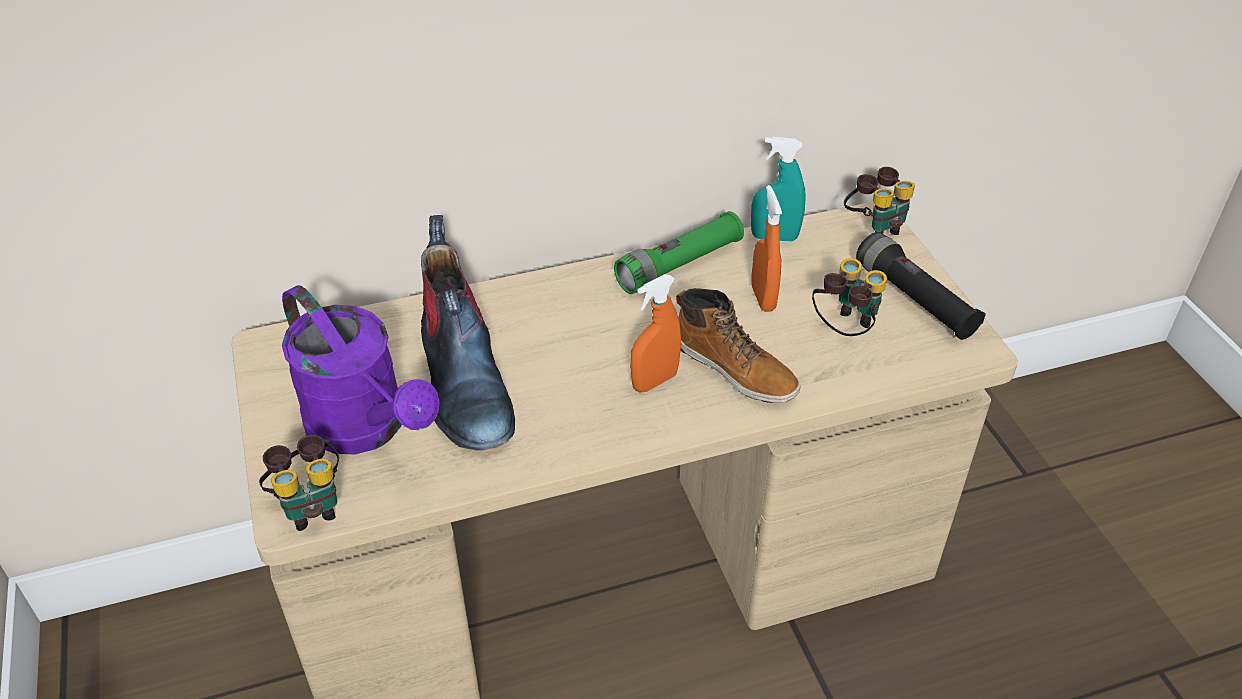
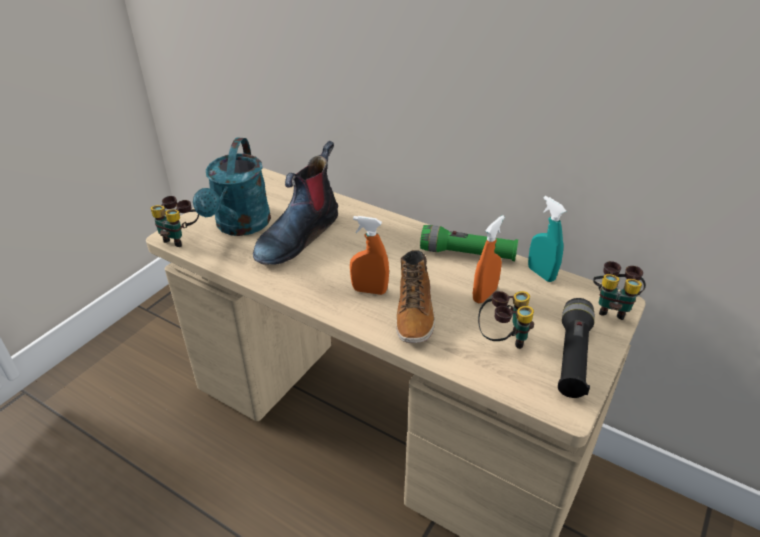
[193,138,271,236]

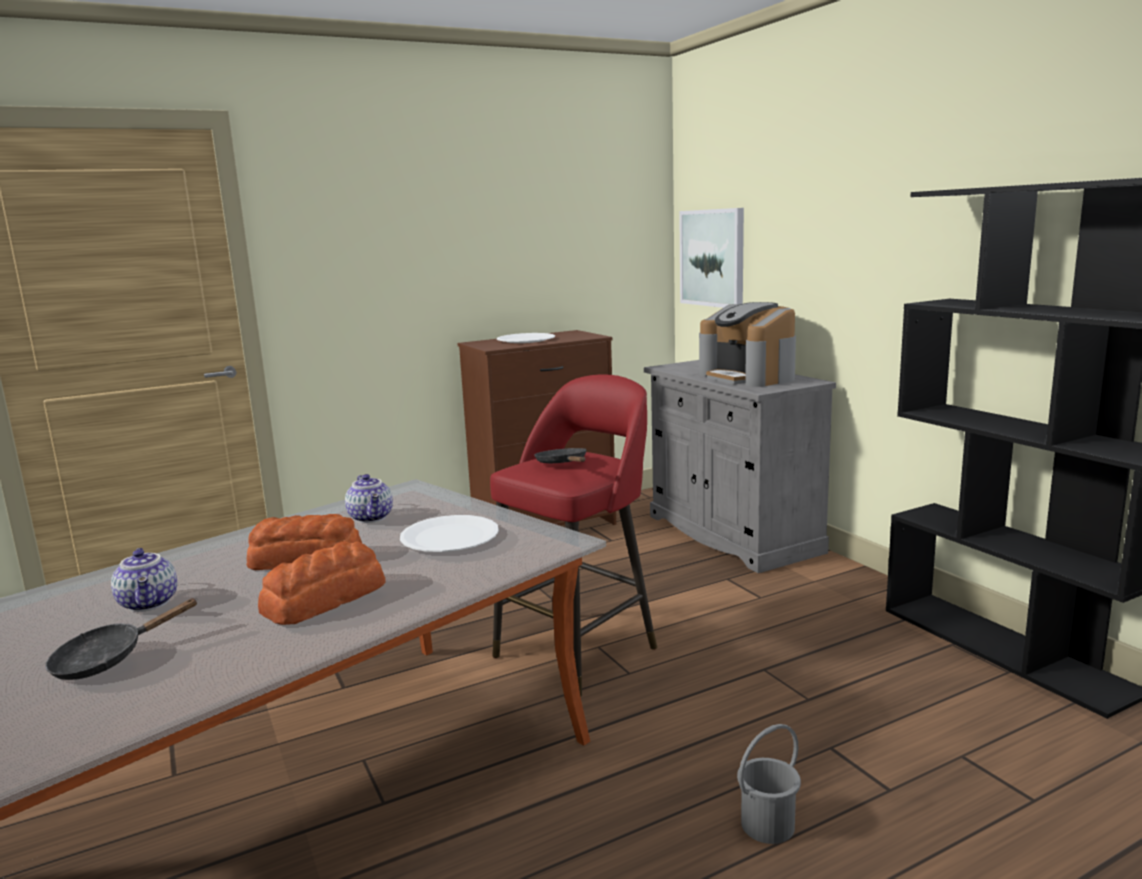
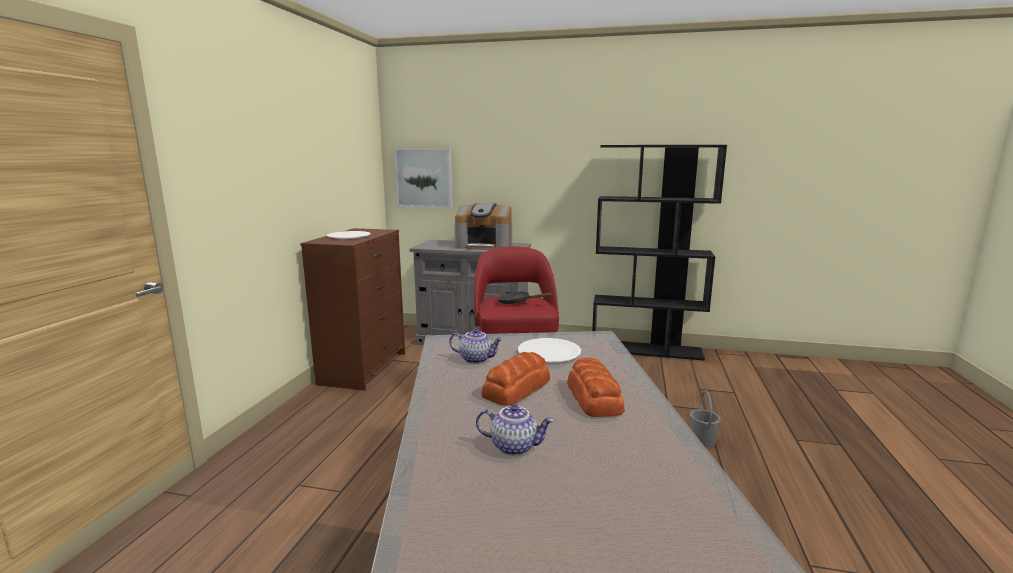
[45,598,198,680] (first image)

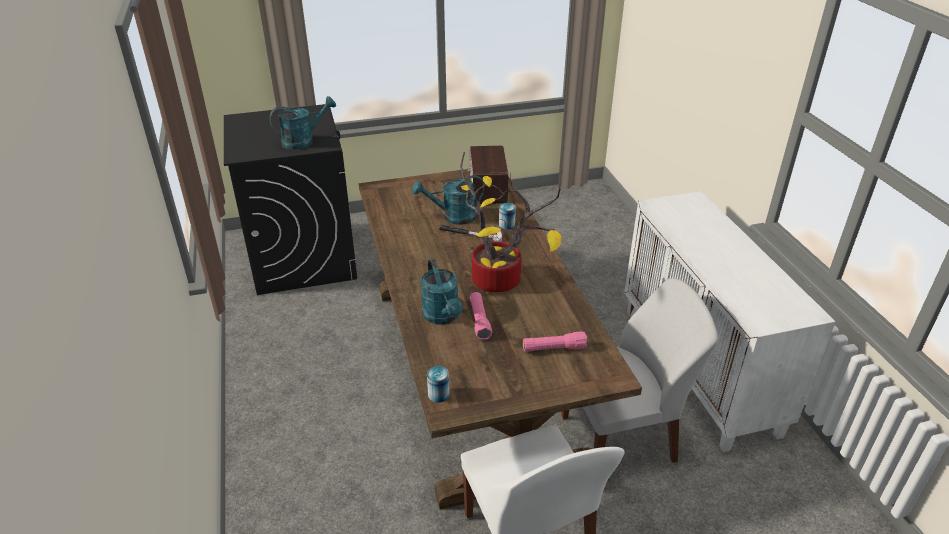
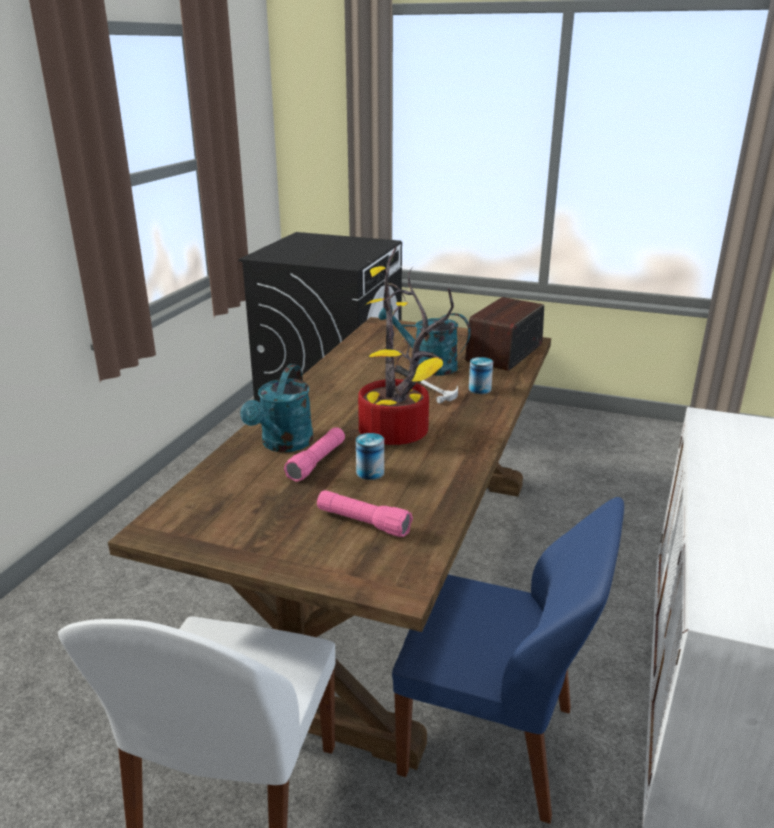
[270,96,336,150] (first image)
[356,433,384,480]
[392,497,624,824]

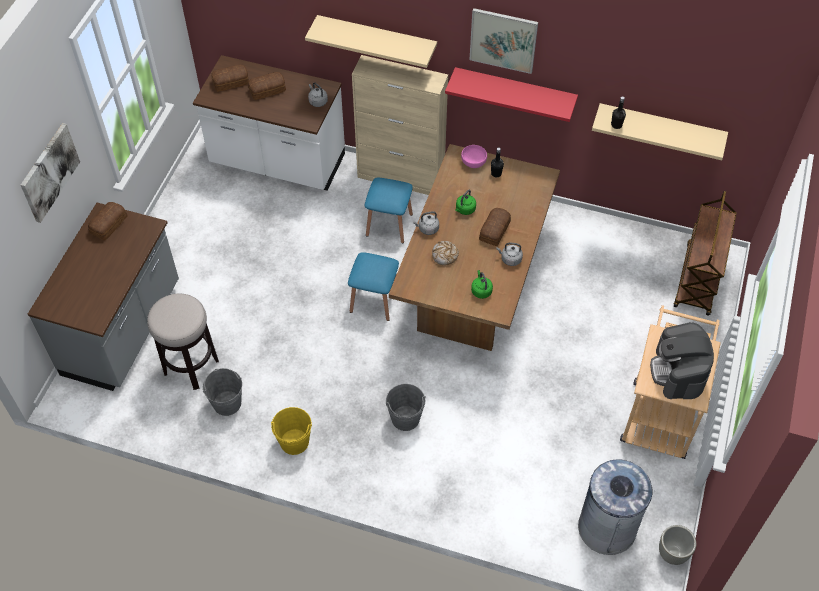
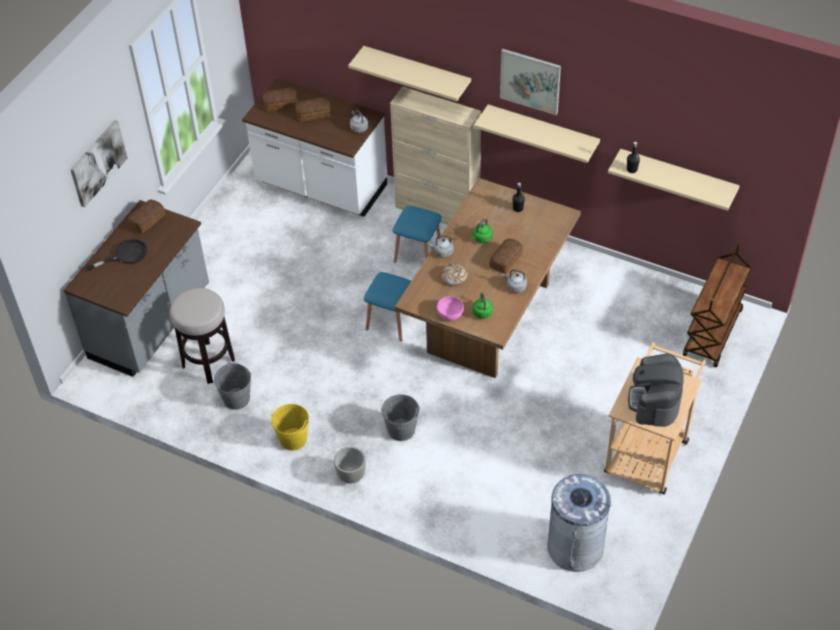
[86,239,147,271]
[437,296,464,321]
[334,447,366,484]
[474,104,600,163]

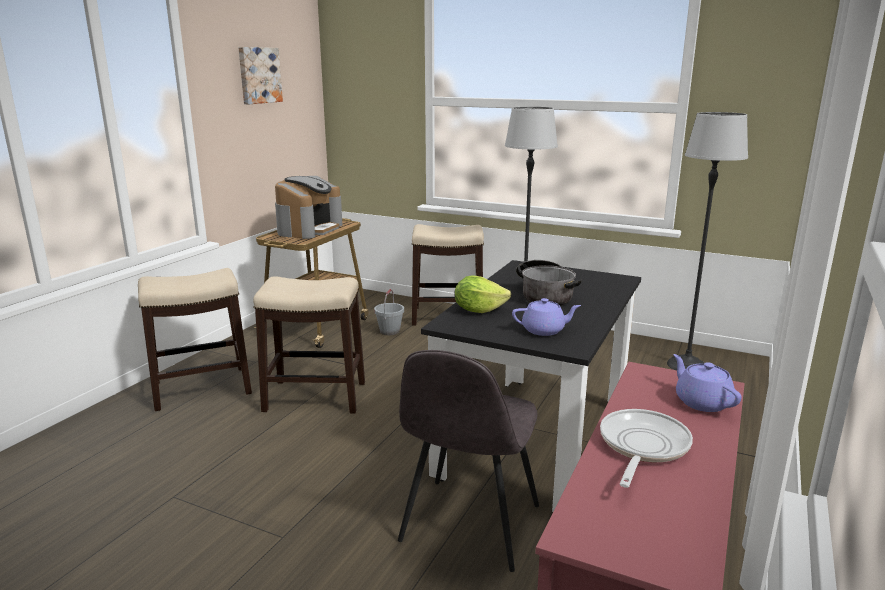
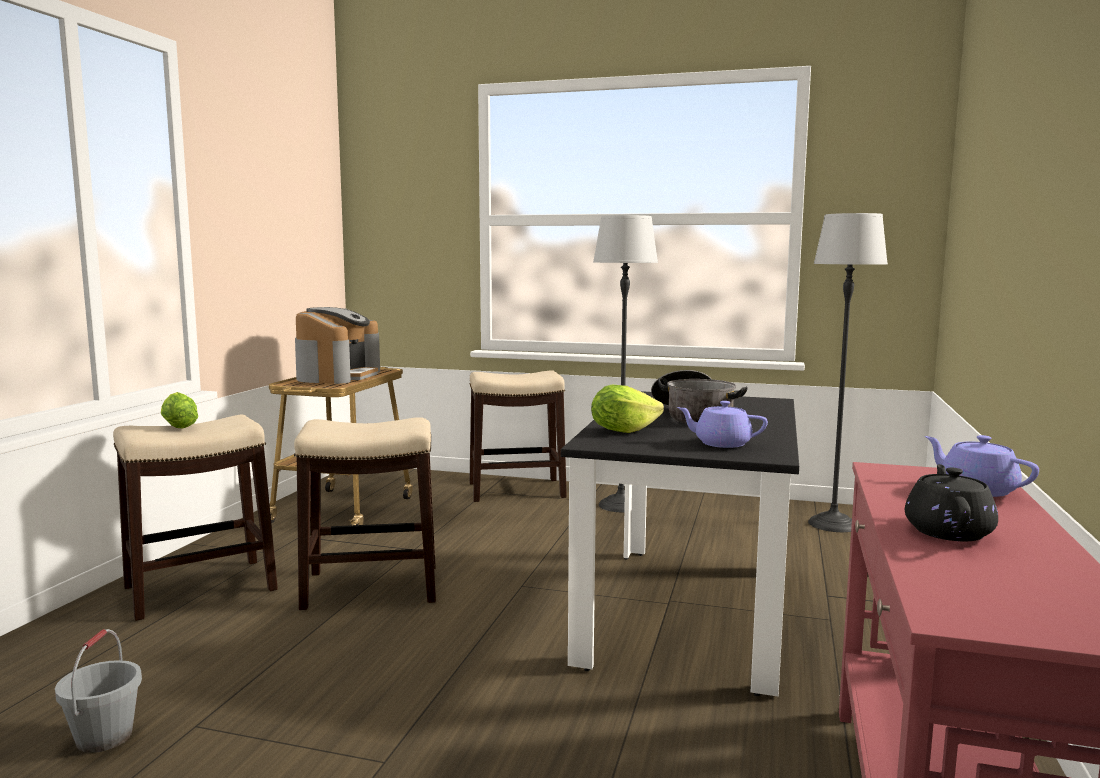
[238,47,283,104] (first image)
[398,350,539,572] (first image)
[161,392,198,429]
[55,629,142,753]
[905,464,998,541]
[677,401,768,448]

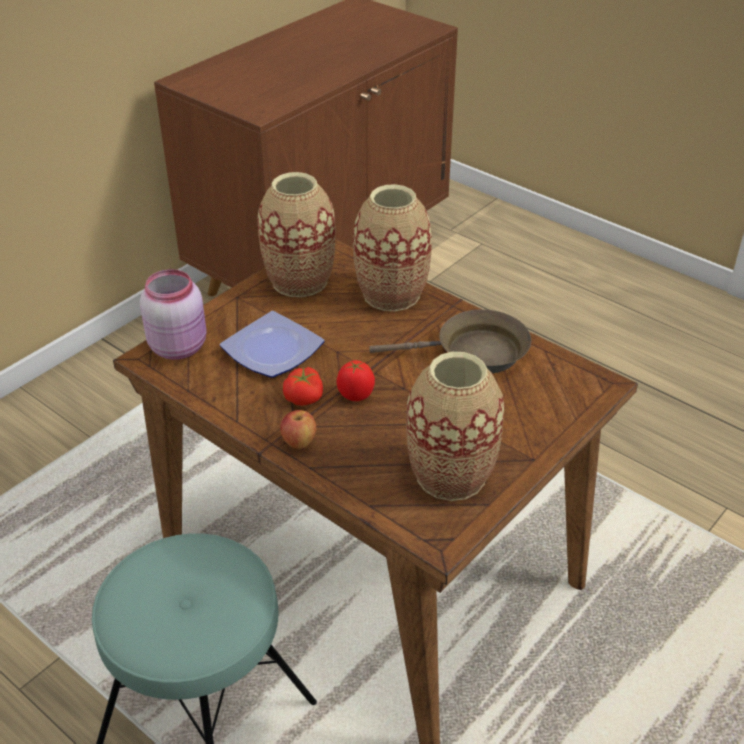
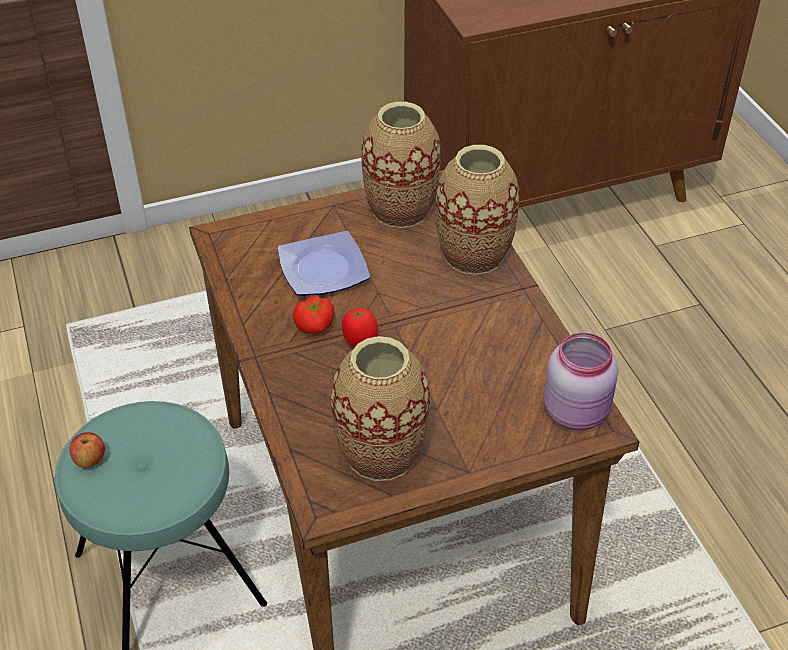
[369,309,531,373] (first image)
[544,333,618,430]
[69,432,105,468]

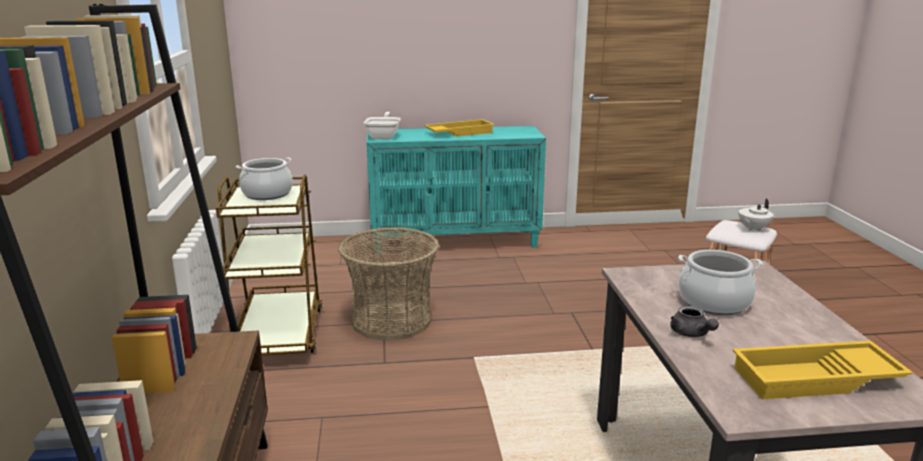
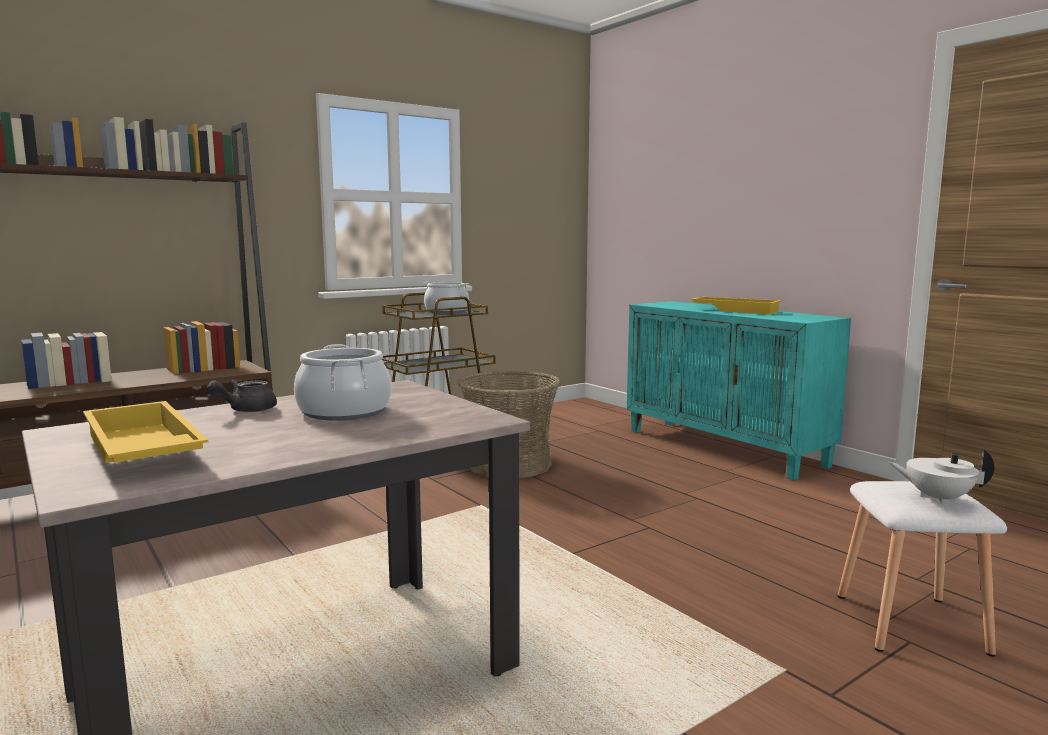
[363,112,401,139] (first image)

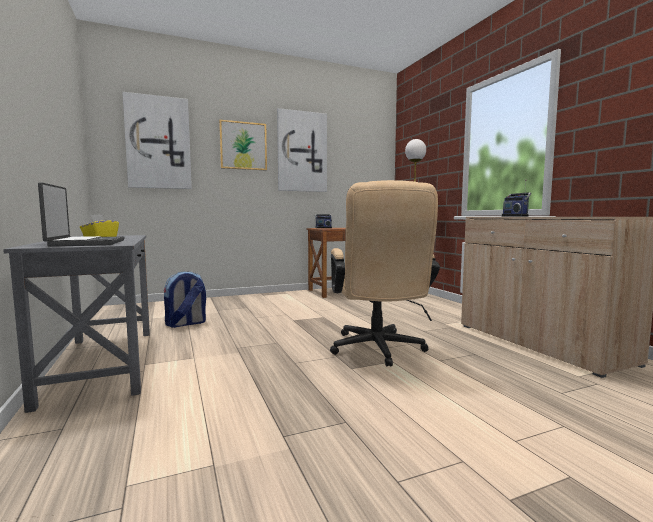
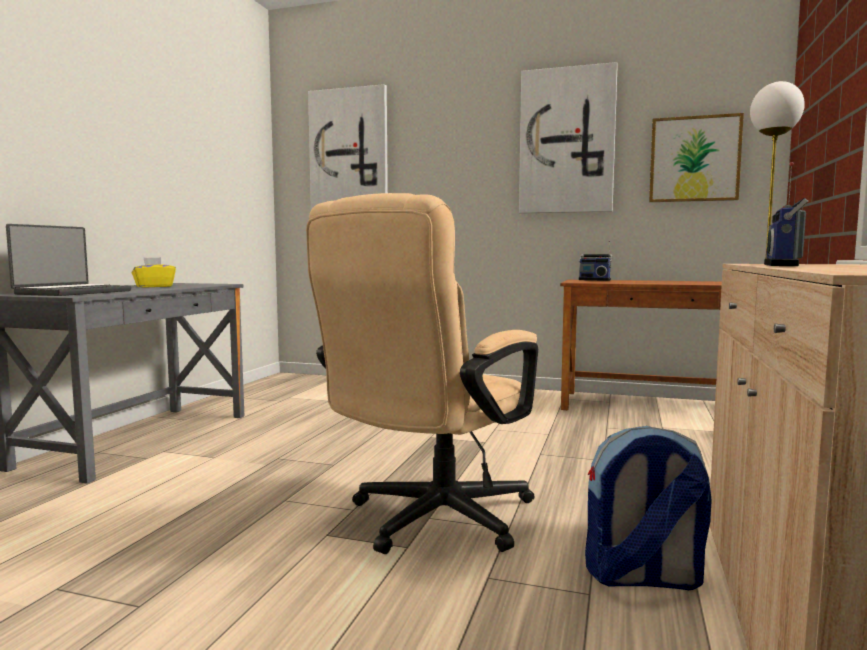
[585,426,712,590]
[649,113,744,202]

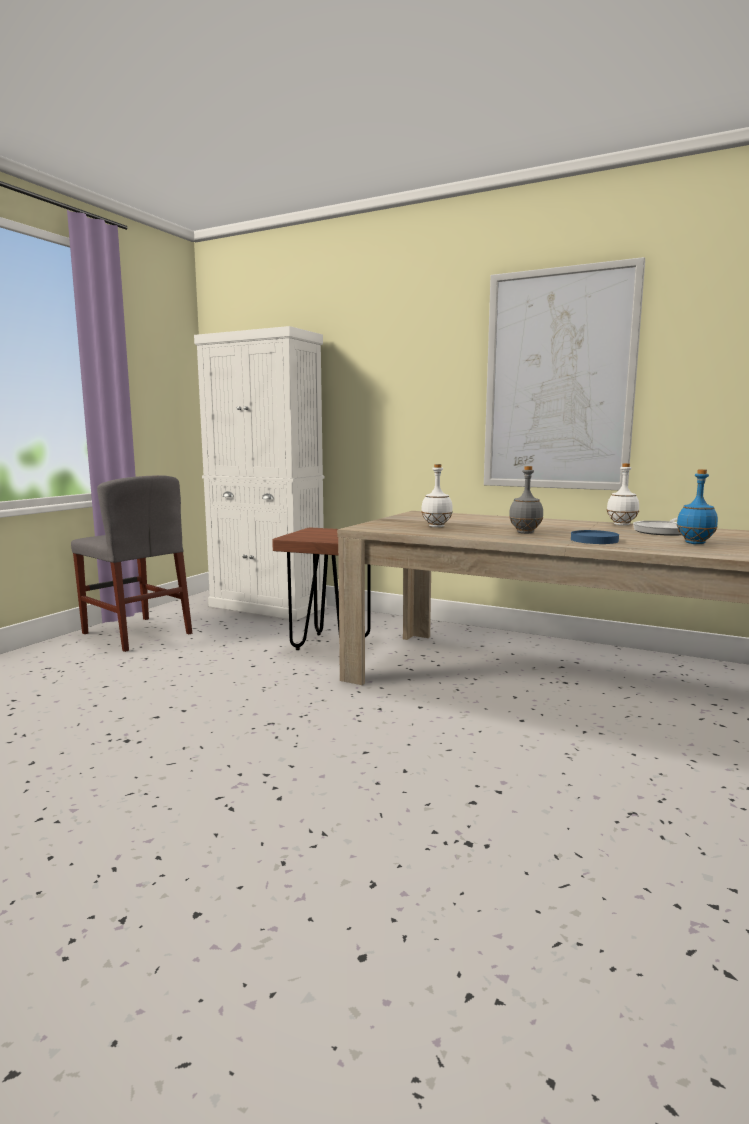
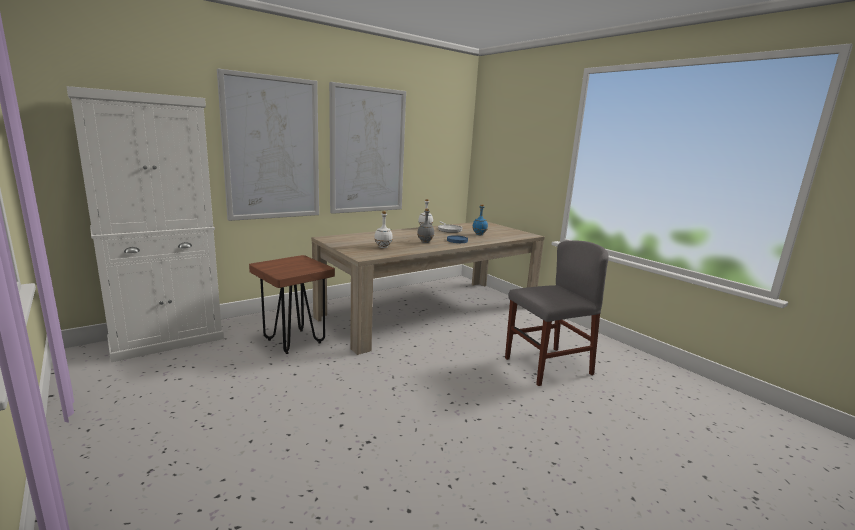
[217,69,319,221]
[505,240,609,386]

